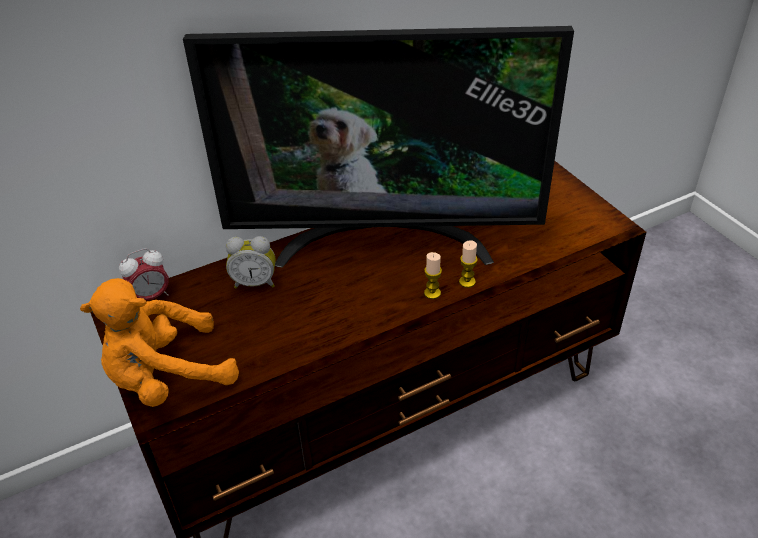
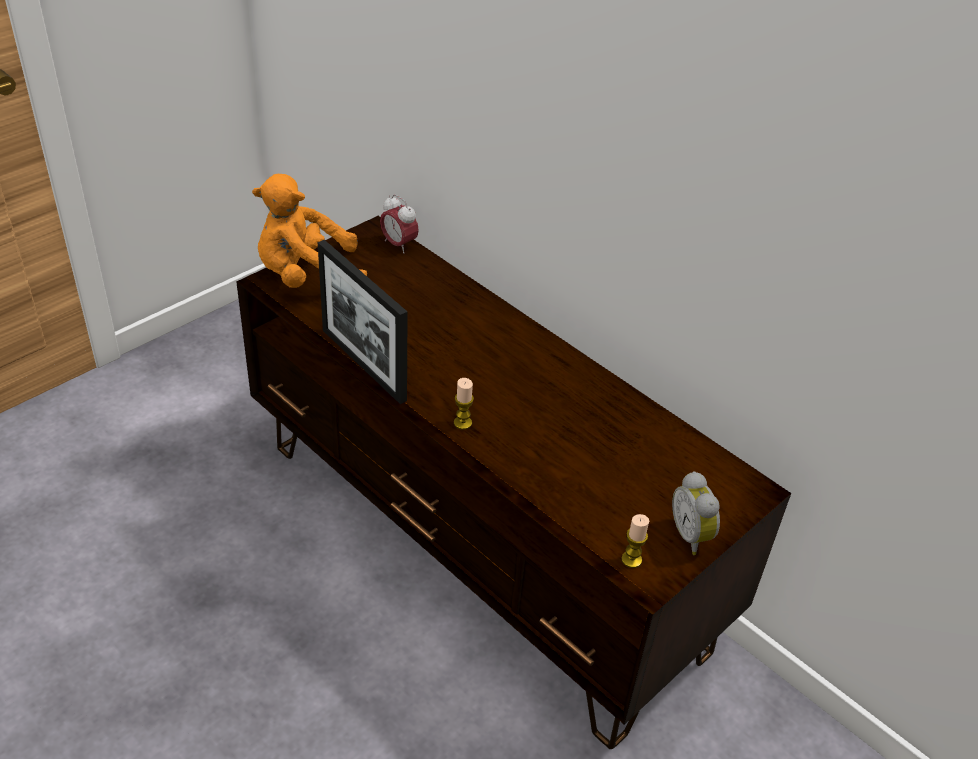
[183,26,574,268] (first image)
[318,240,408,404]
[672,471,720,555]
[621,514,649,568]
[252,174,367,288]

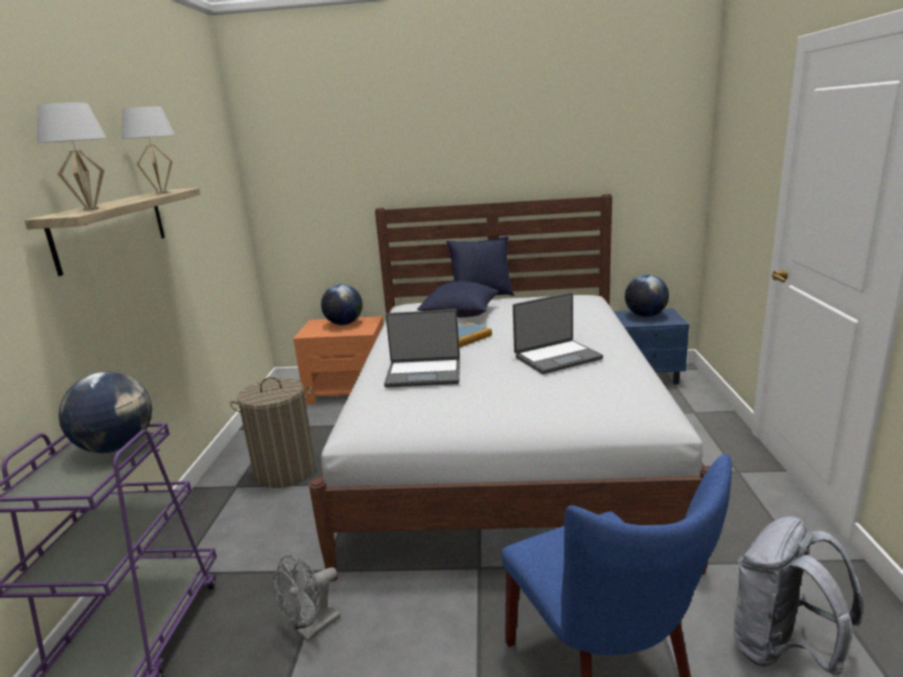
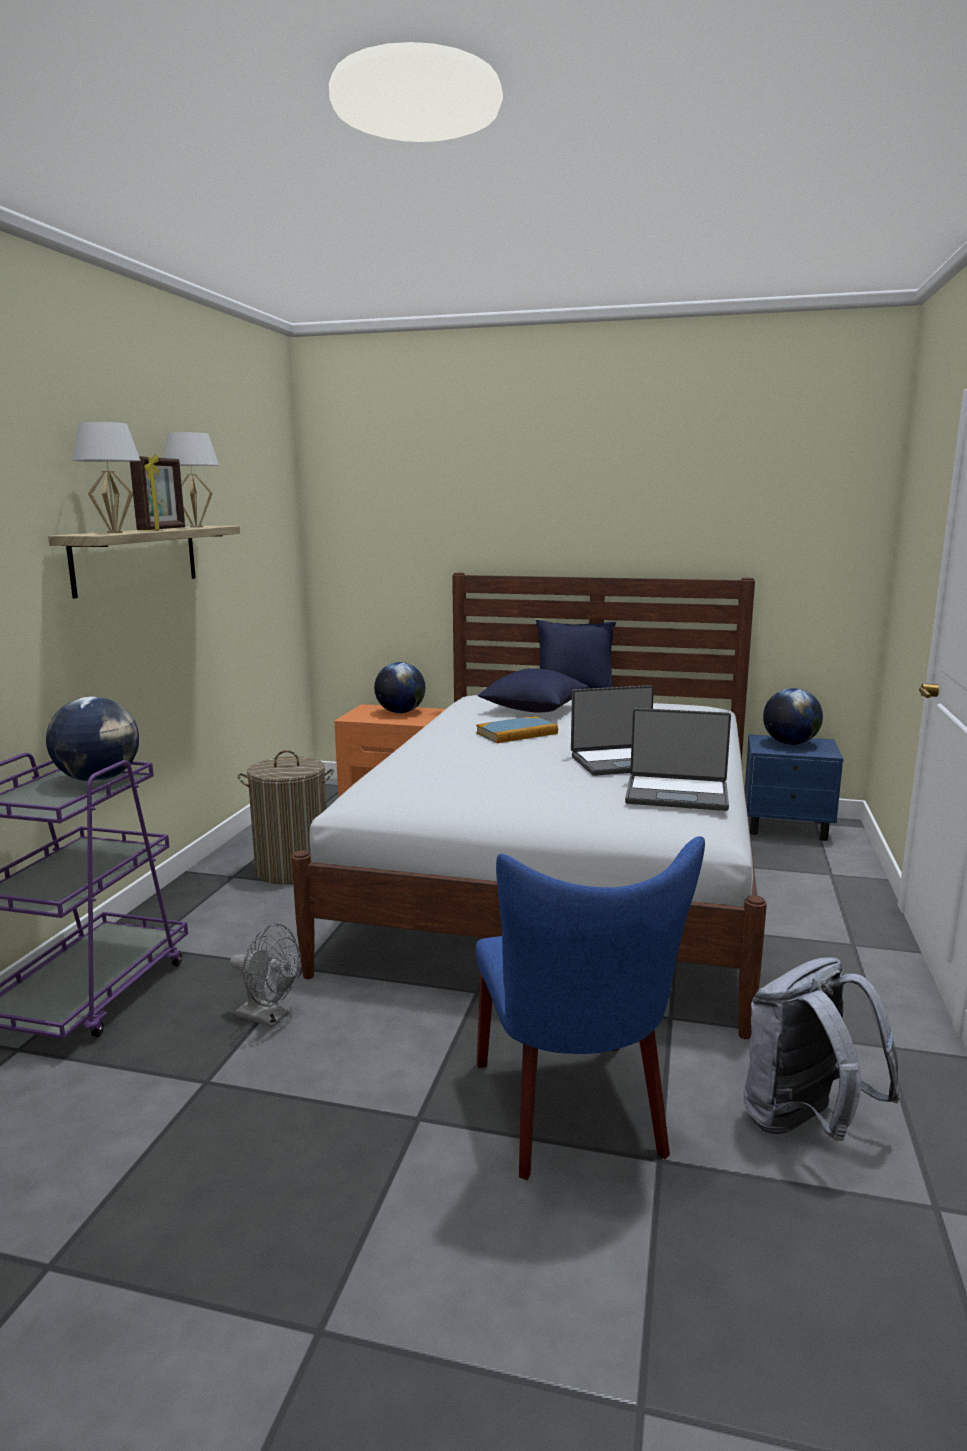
[130,454,185,531]
[625,708,731,811]
[230,923,301,1027]

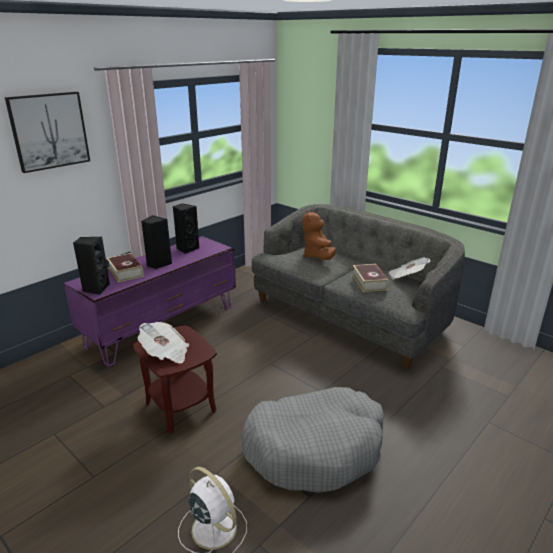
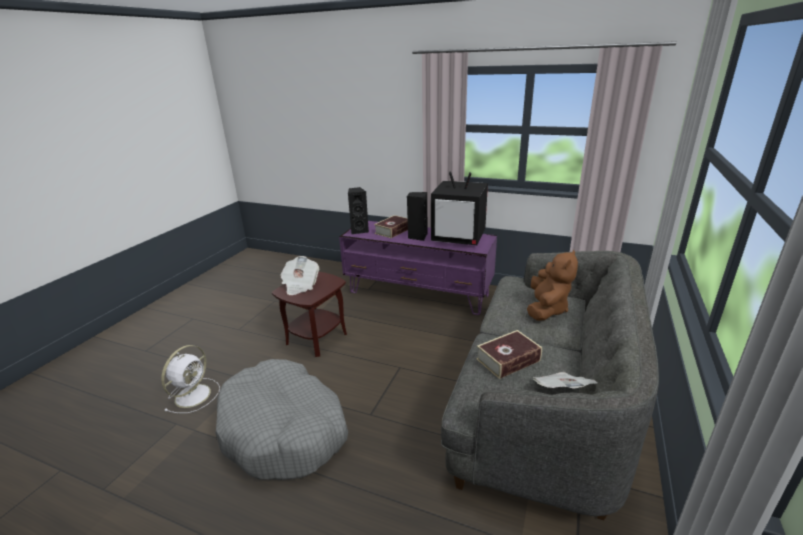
[5,92,90,173] (first image)
[431,171,488,245]
[527,250,578,321]

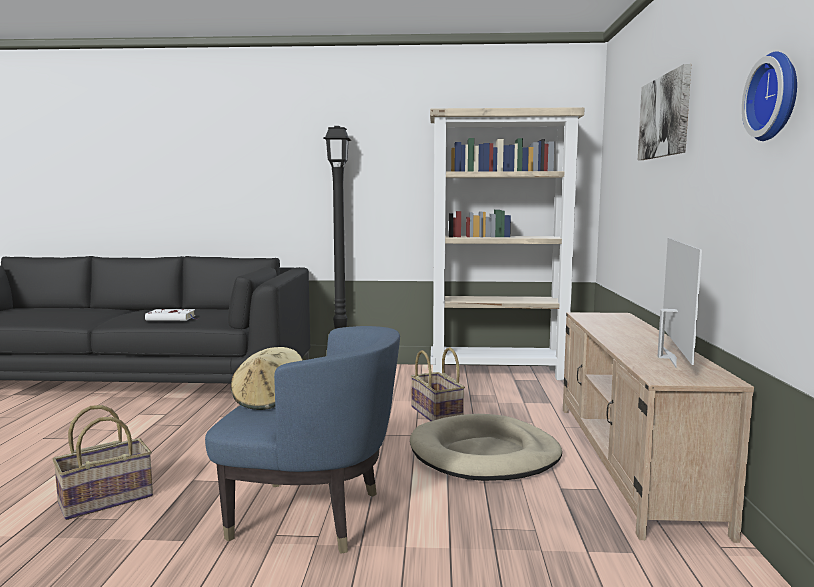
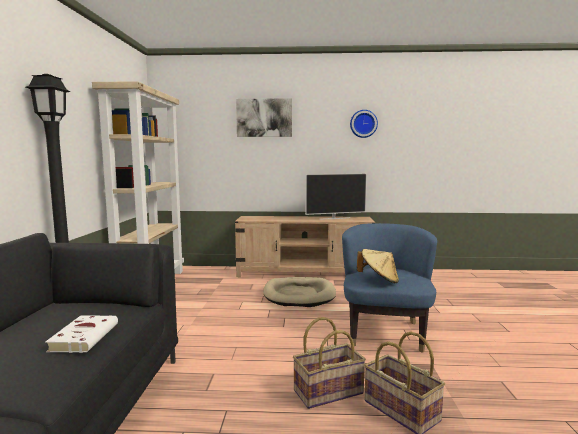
[293,317,366,409]
[305,173,367,219]

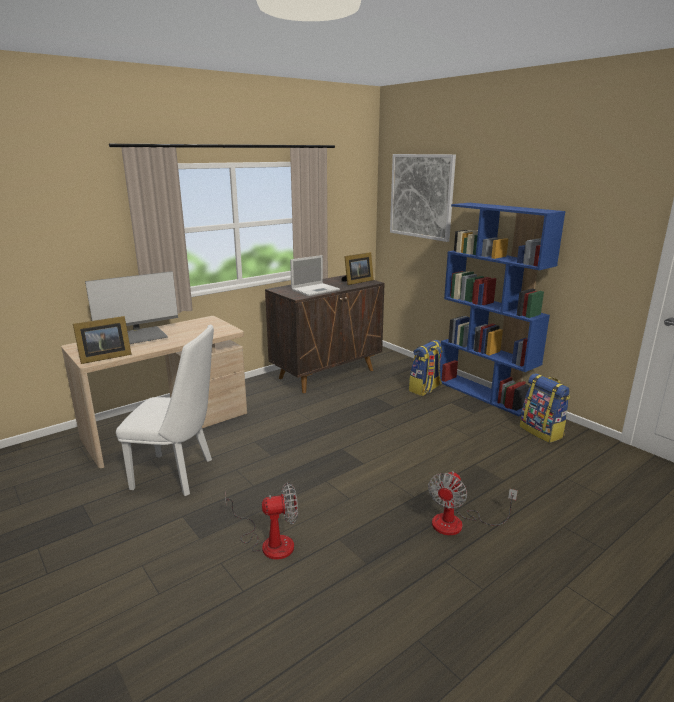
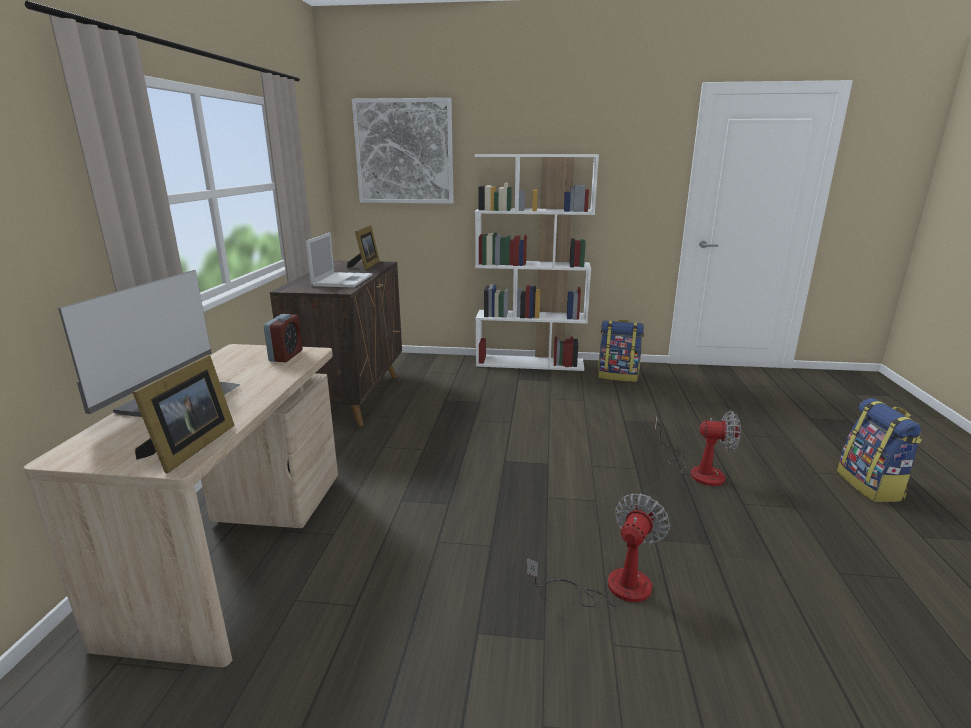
[116,325,214,496] (first image)
[264,314,303,362]
[837,398,922,502]
[474,154,599,371]
[655,411,741,486]

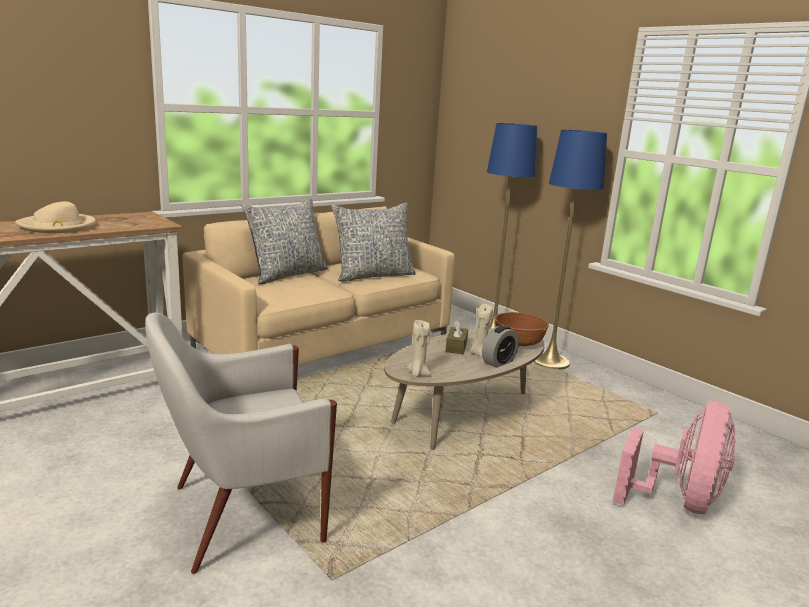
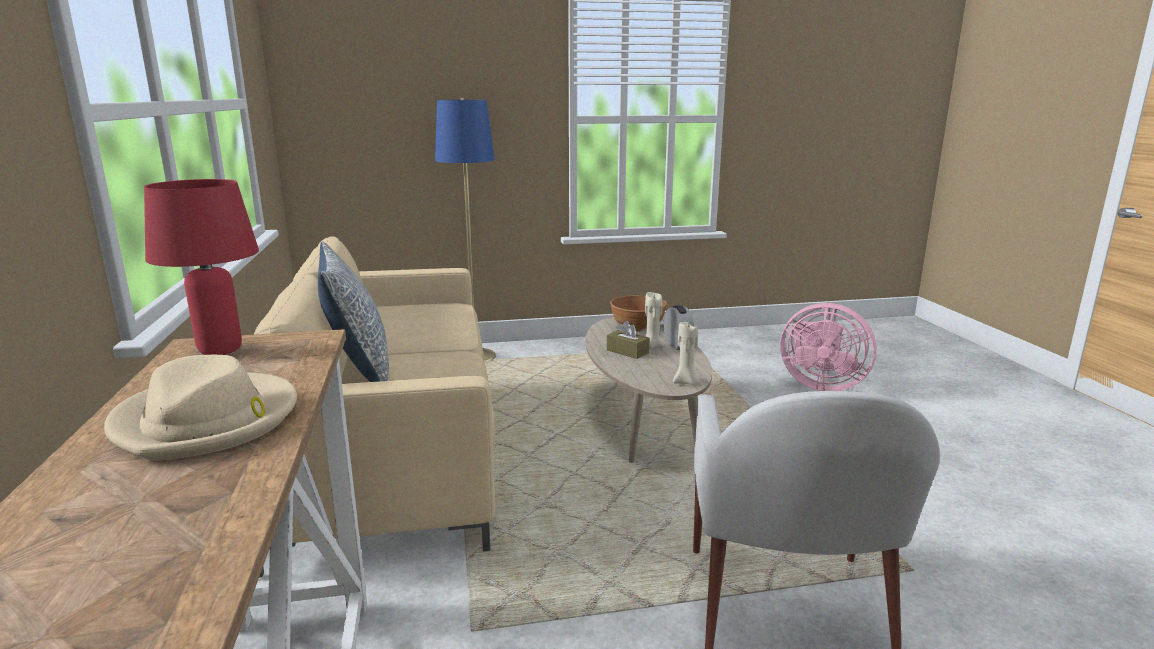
[331,203,416,282] (first image)
[534,129,607,370] (first image)
[144,179,259,355]
[780,303,877,391]

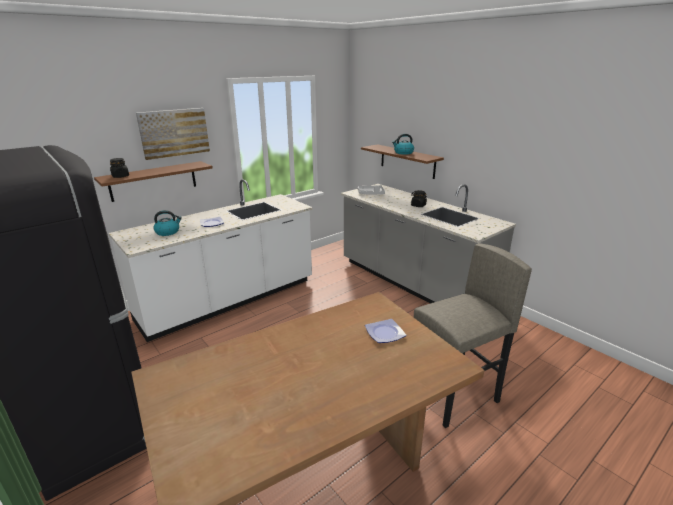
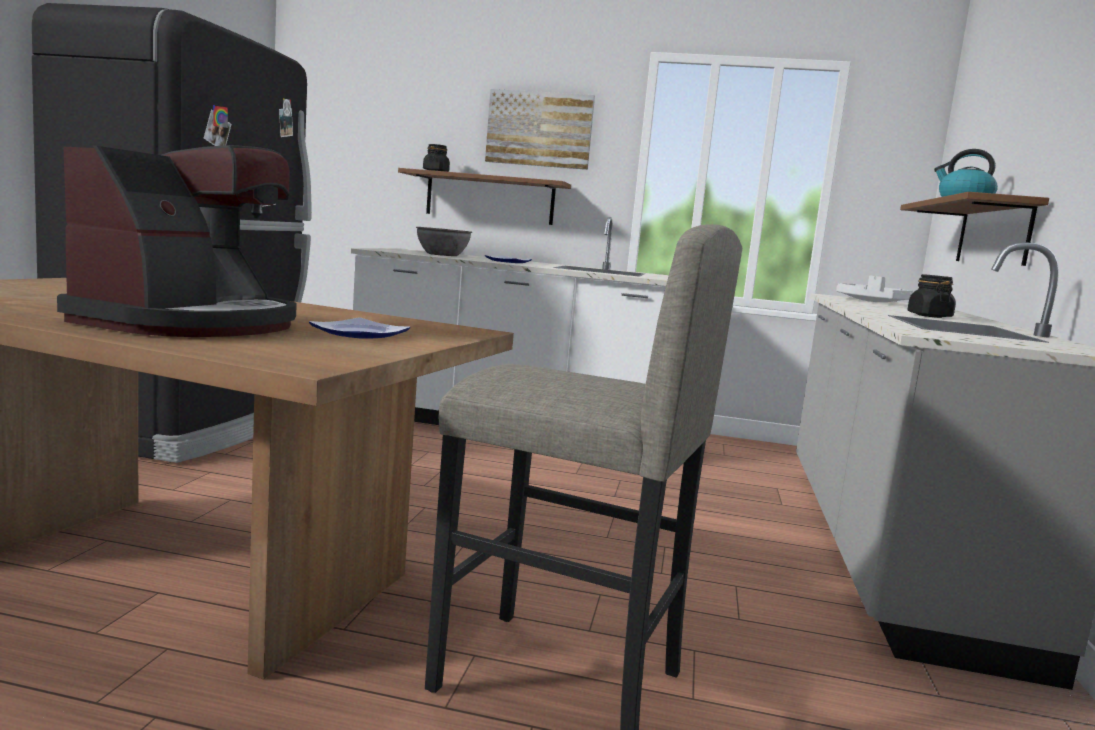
[57,145,297,337]
[416,227,472,256]

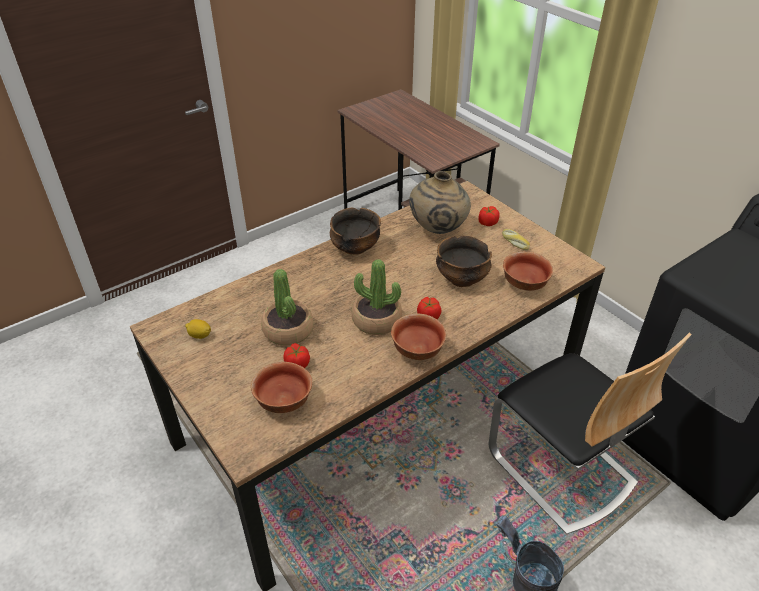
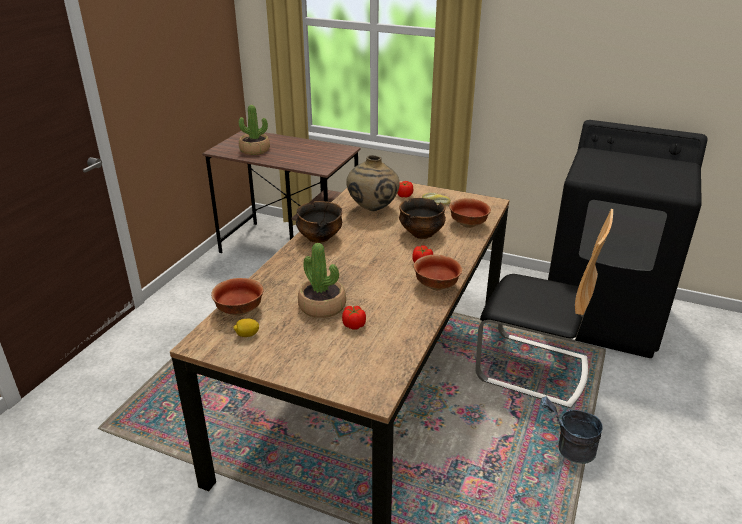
[211,278,264,316]
[239,105,270,155]

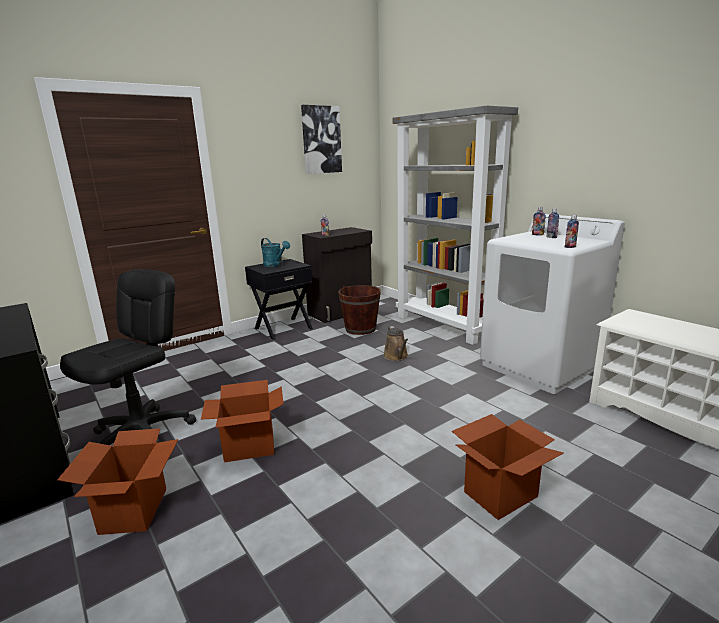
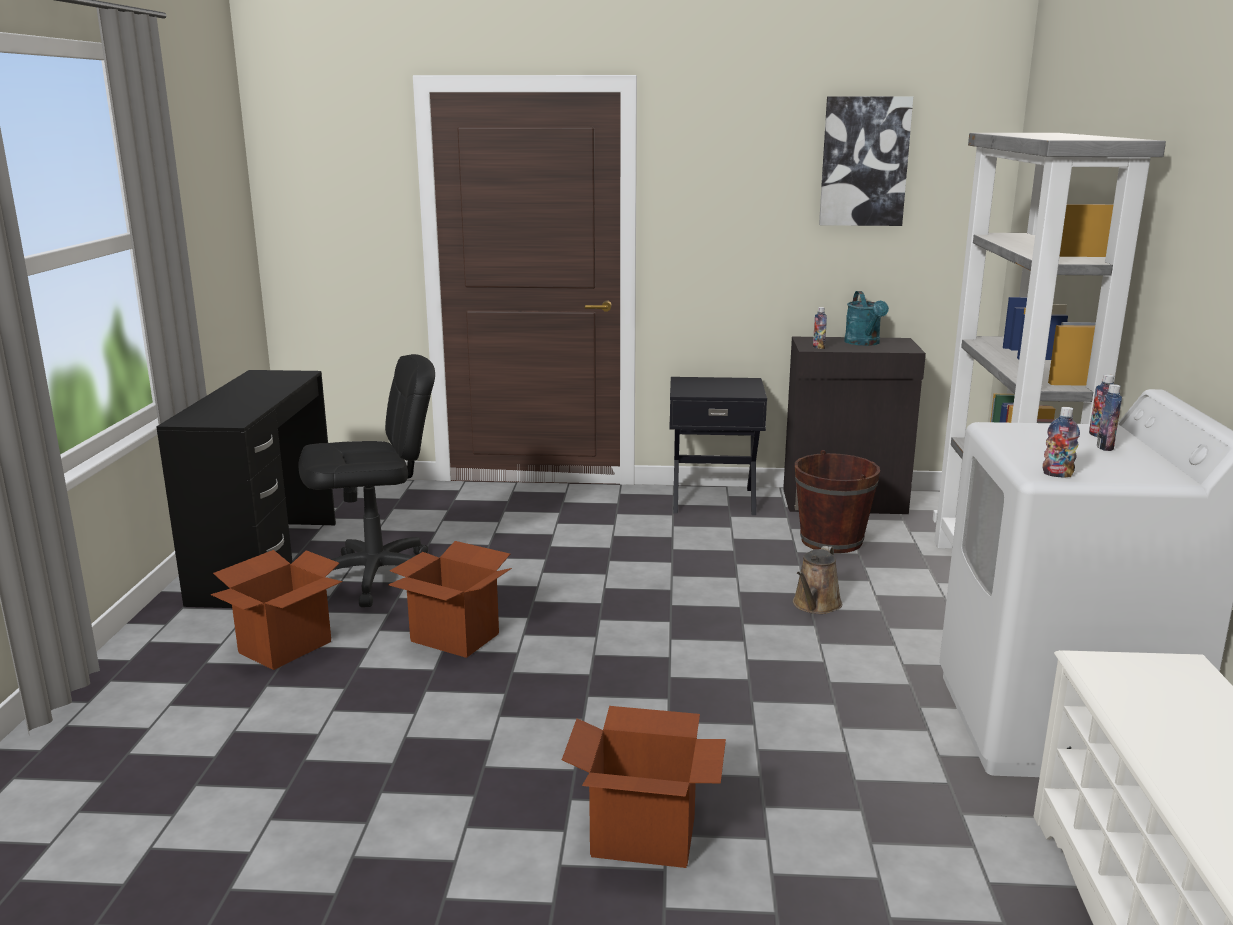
[844,291,889,346]

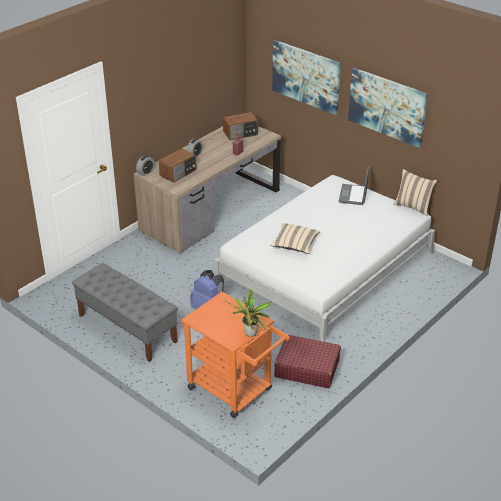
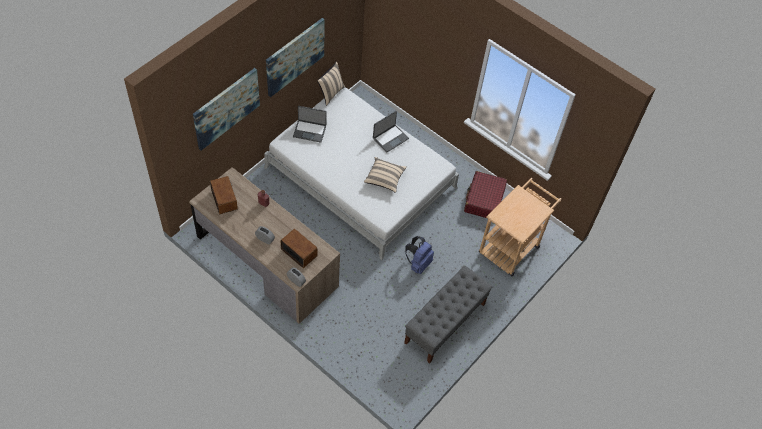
[226,289,271,337] (first image)
[373,111,409,152]
[479,178,562,276]

